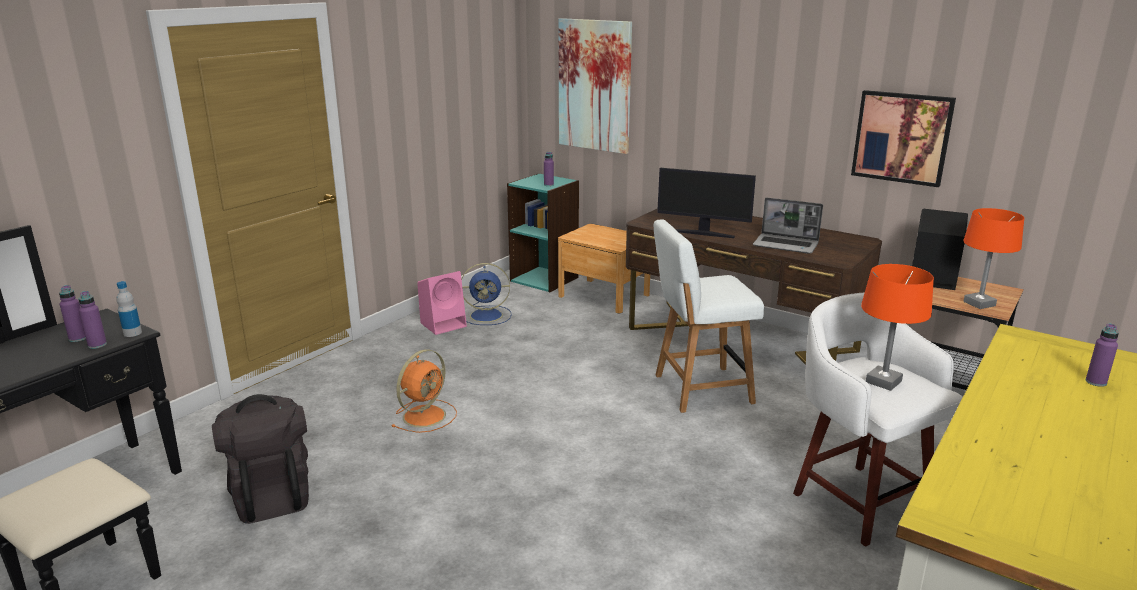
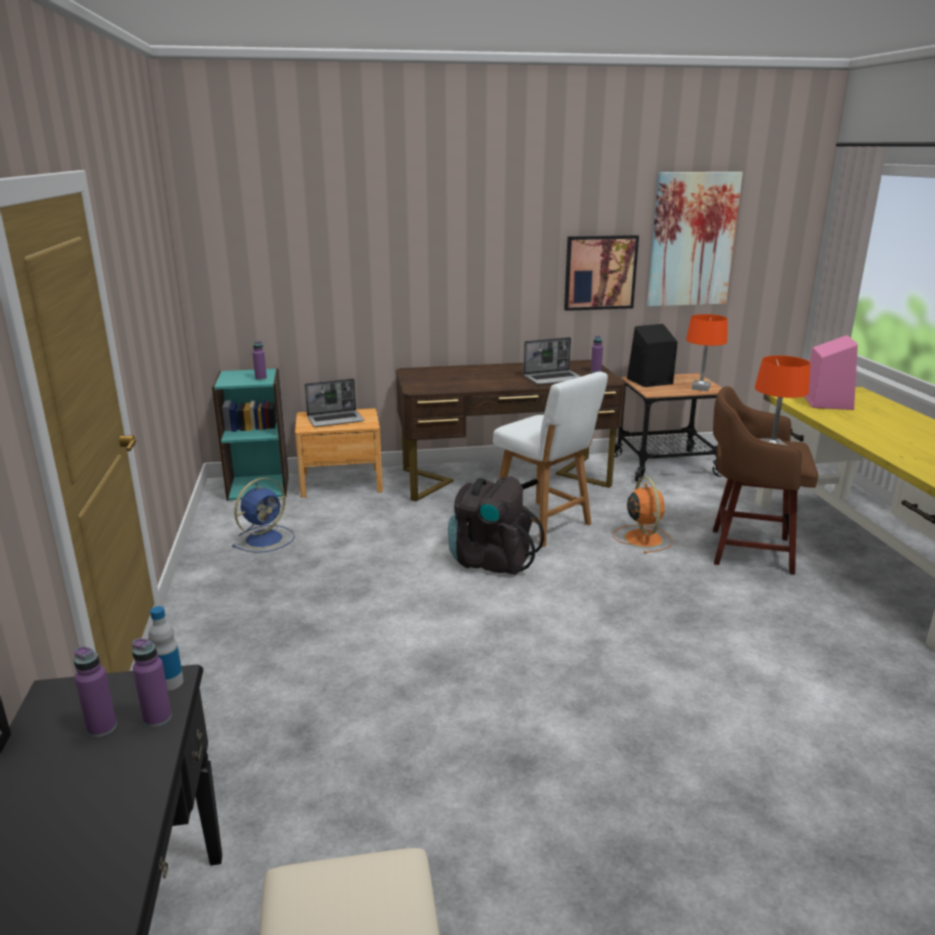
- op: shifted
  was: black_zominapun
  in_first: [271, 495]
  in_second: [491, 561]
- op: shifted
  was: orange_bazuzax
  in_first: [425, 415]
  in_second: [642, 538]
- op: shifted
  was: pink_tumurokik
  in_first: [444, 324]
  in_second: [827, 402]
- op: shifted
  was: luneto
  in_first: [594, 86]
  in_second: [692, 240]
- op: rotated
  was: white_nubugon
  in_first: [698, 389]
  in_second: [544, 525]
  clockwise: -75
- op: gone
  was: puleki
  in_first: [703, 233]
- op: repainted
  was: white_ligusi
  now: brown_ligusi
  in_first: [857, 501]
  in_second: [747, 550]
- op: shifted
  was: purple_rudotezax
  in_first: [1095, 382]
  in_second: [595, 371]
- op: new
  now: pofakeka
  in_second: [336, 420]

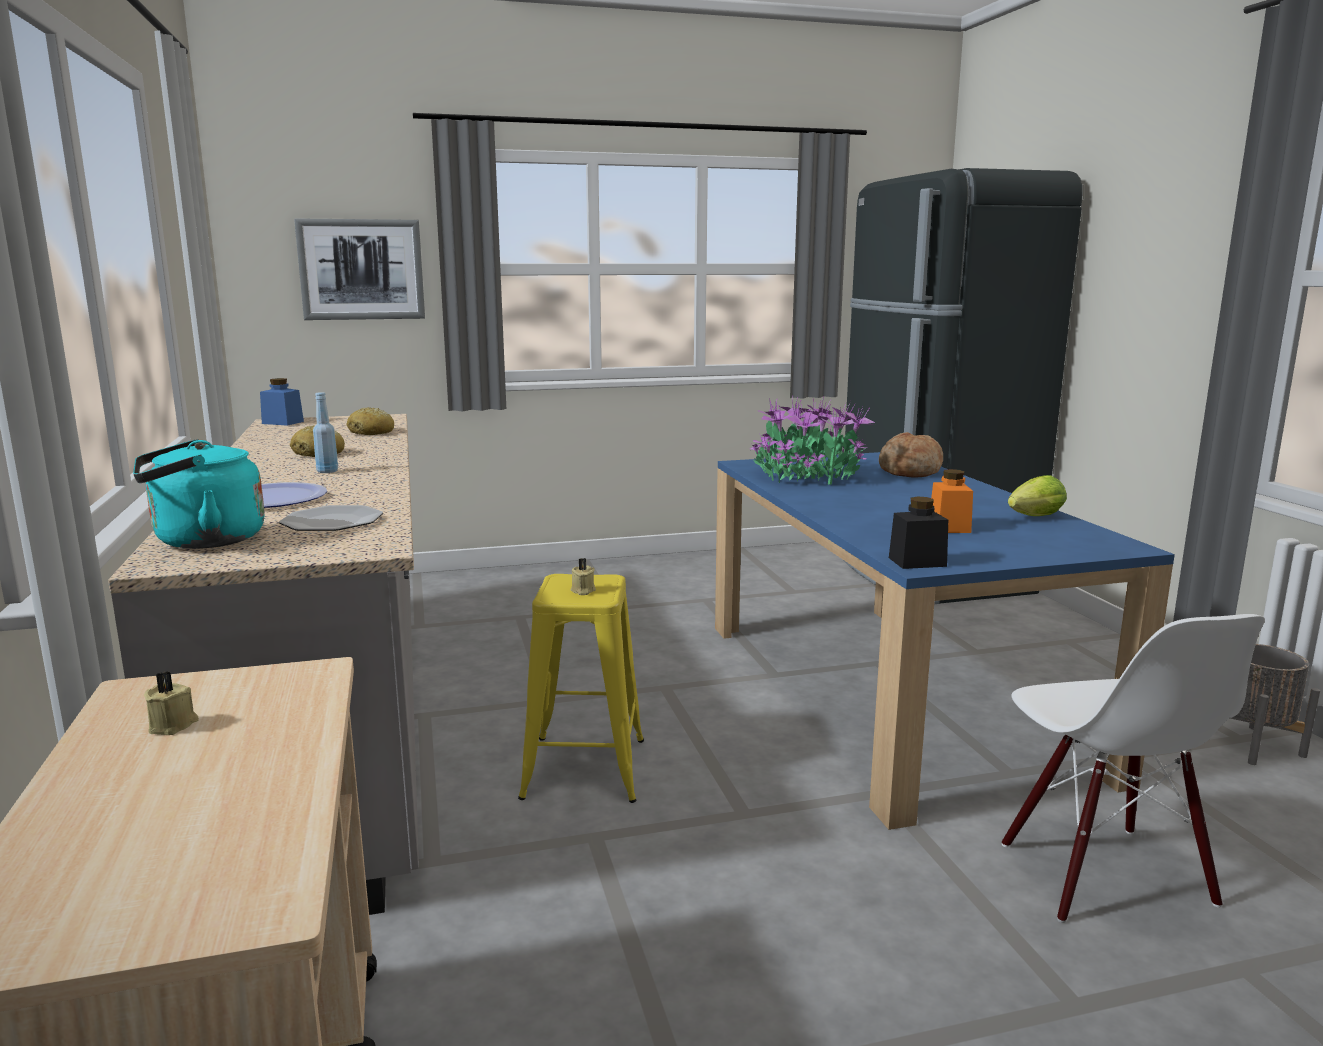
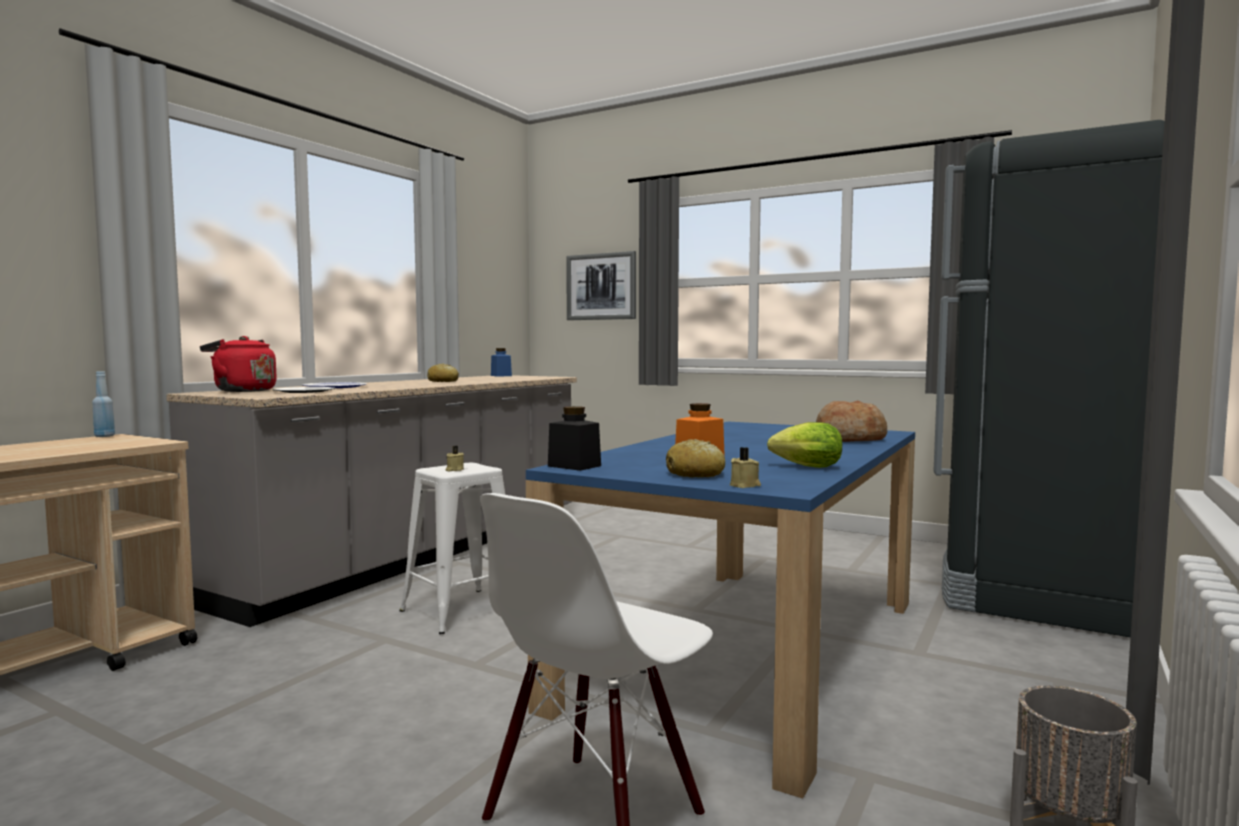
- op: repainted
  was: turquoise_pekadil
  now: red_pekadil
  in_first: [203, 541]
  in_second: [242, 391]
- op: shifted
  was: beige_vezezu
  in_first: [174, 725]
  in_second: [745, 485]
- op: shifted
  was: blue_rudotezax
  in_first: [327, 471]
  in_second: [104, 436]
- op: shifted
  was: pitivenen
  in_first: [371, 432]
  in_second: [695, 474]
- op: repainted
  was: yellow_ligusi
  now: white_ligusi
  in_first: [584, 768]
  in_second: [461, 611]
- op: gone
  was: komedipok
  in_first: [807, 477]

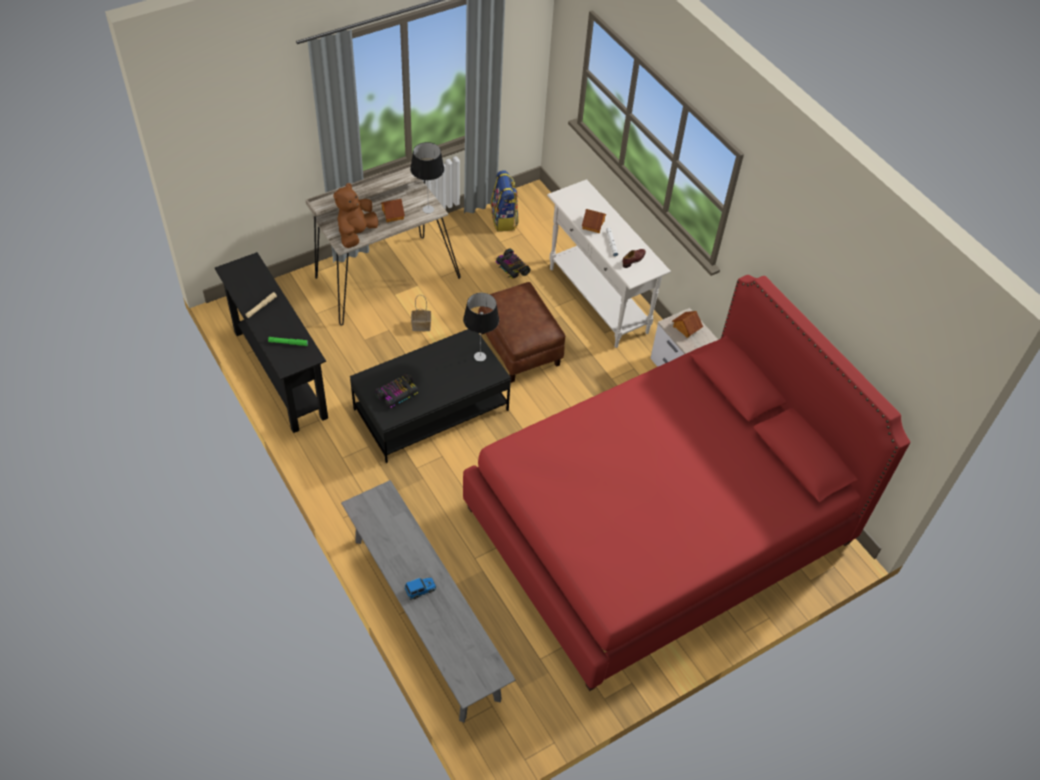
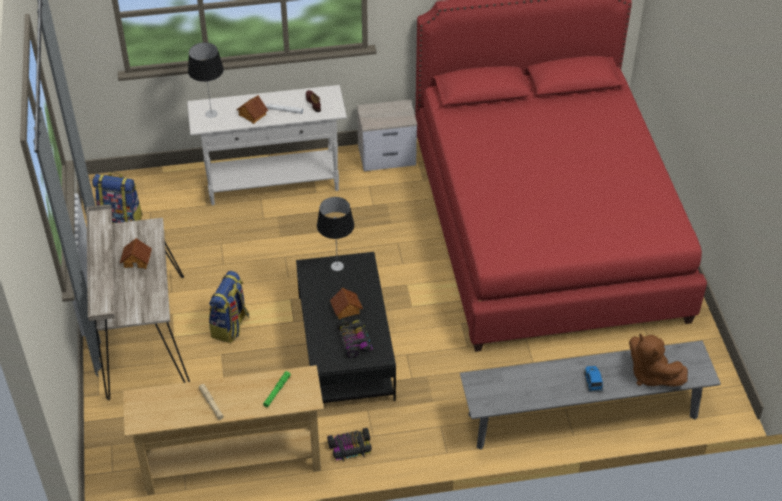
- op: repainted
  was: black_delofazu
  now: beige_delofazu
  in_first: [279, 374]
  in_second: [232, 465]
- op: shifted
  was: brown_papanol
  in_first: [356, 234]
  in_second: [650, 375]
- op: shifted
  was: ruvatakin
  in_first: [428, 209]
  in_second: [211, 113]
- op: swapped
  was: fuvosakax
  now: zominapun
  in_first: [420, 326]
  in_second: [230, 326]
- op: gone
  was: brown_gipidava
  in_first: [520, 348]
- op: shifted
  was: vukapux
  in_first: [511, 268]
  in_second: [350, 448]
- op: shifted
  was: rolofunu
  in_first: [686, 328]
  in_second: [346, 309]

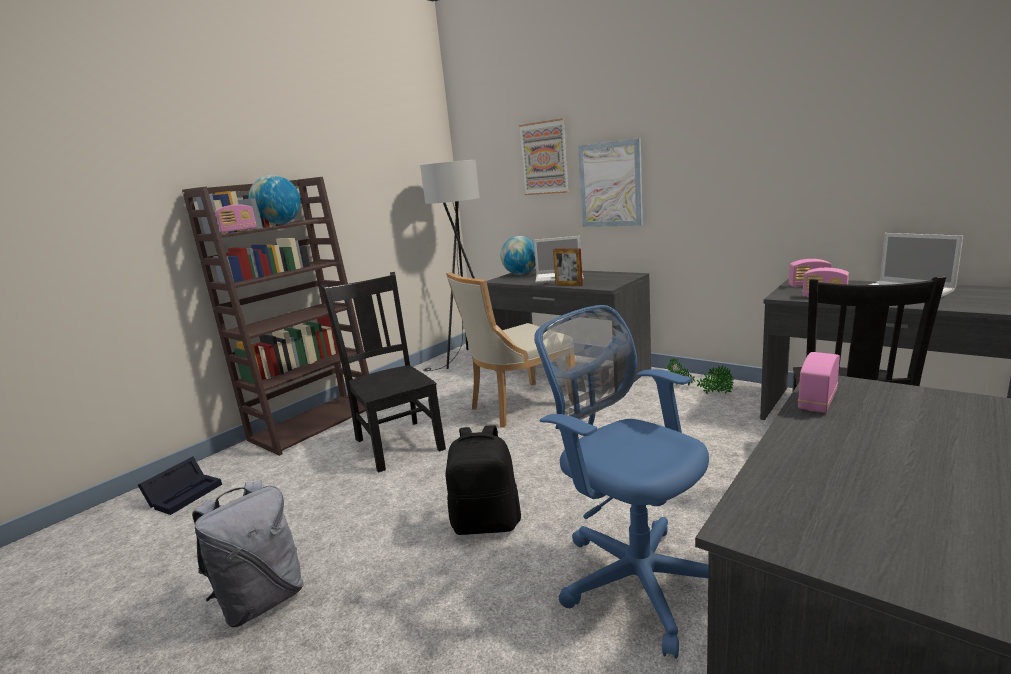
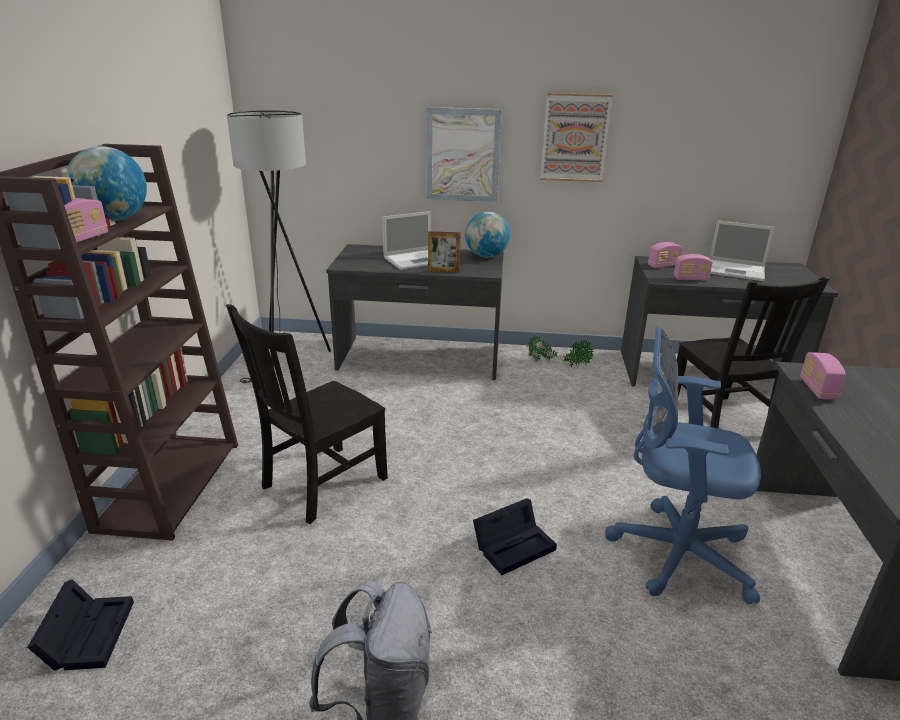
- op: rotated
  was: black_nubugon
  in_first: [398, 443]
  in_second: [321, 484]
  clockwise: -75
- op: gone
  was: beige_nubugon
  in_first: [518, 406]
- op: swapped
  was: black_zominapun
  now: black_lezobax
  in_first: [486, 522]
  in_second: [515, 545]
- op: shifted
  was: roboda
  in_first: [521, 274]
  in_second: [486, 256]
- op: shifted
  was: luneto
  in_first: [544, 158]
  in_second: [575, 138]

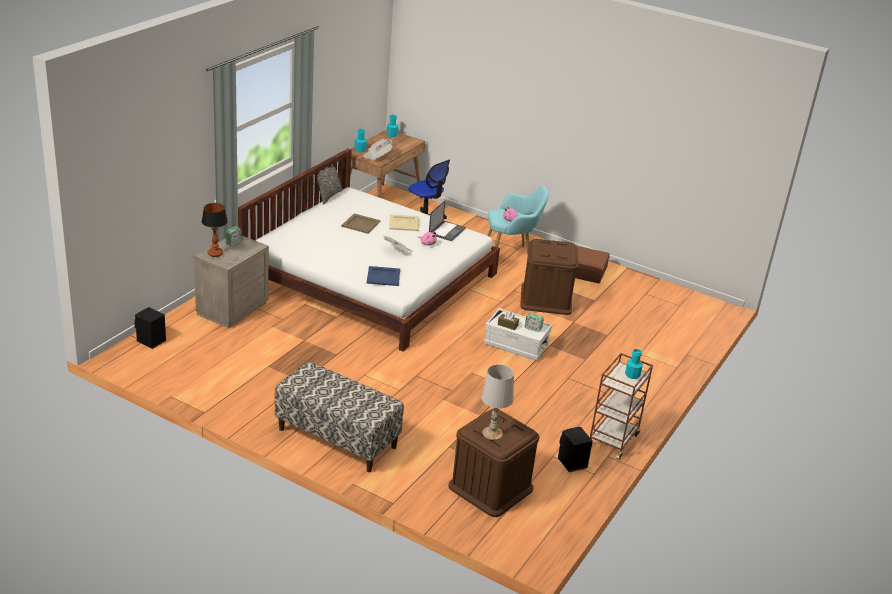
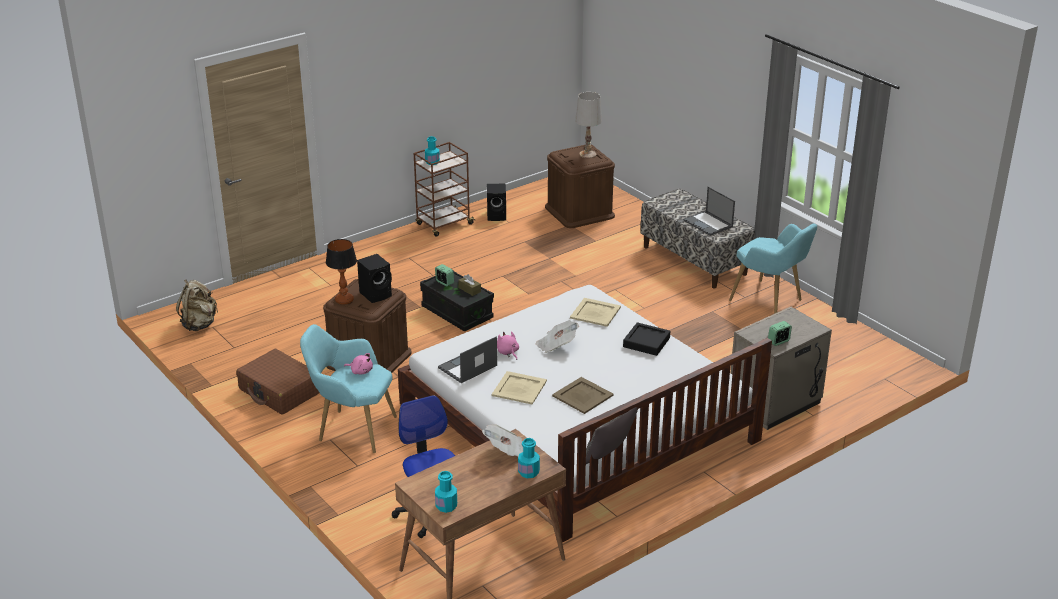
- op: shifted
  was: black_tumurokik
  in_first: [150, 341]
  in_second: [376, 294]
- op: shifted
  was: ruvatakin
  in_first: [215, 254]
  in_second: [344, 300]
- op: repainted
  was: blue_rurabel
  now: beige_rurabel
  in_first: [383, 276]
  in_second: [596, 312]
- op: repainted
  was: white_lezobax
  now: black_lezobax
  in_first: [516, 345]
  in_second: [457, 312]
- op: new
  now: beige_zominapun
  in_second: [199, 324]
- op: new
  now: black_rurabel
  in_second: [646, 342]
- op: new
  now: pofakeka
  in_second: [708, 224]
- op: new
  now: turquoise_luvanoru
  in_second: [770, 301]

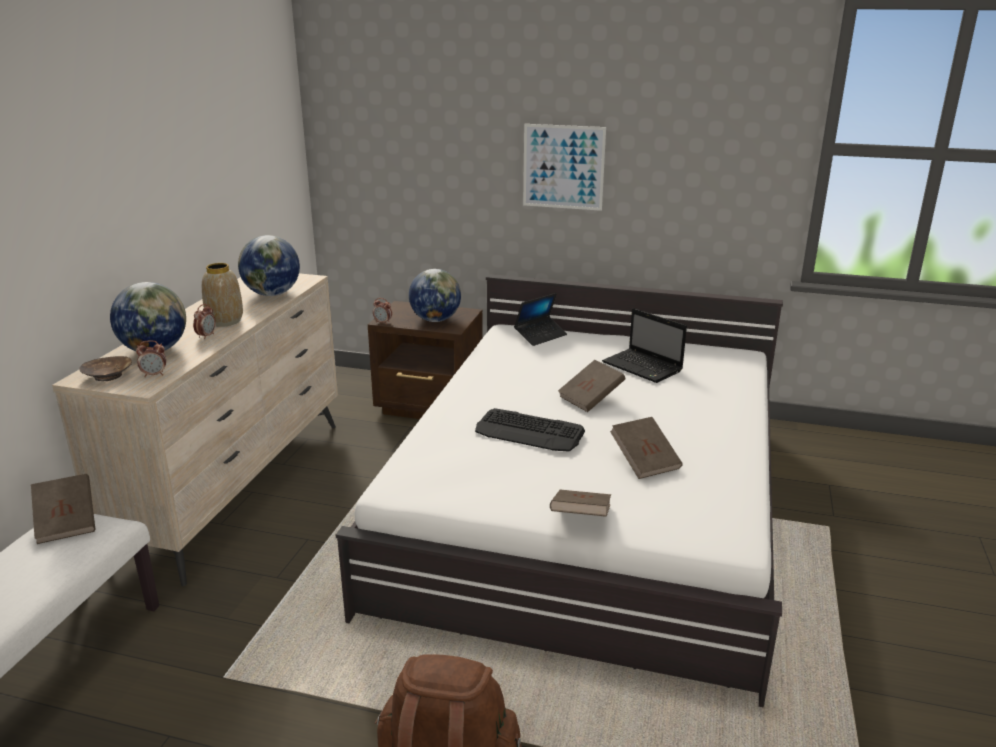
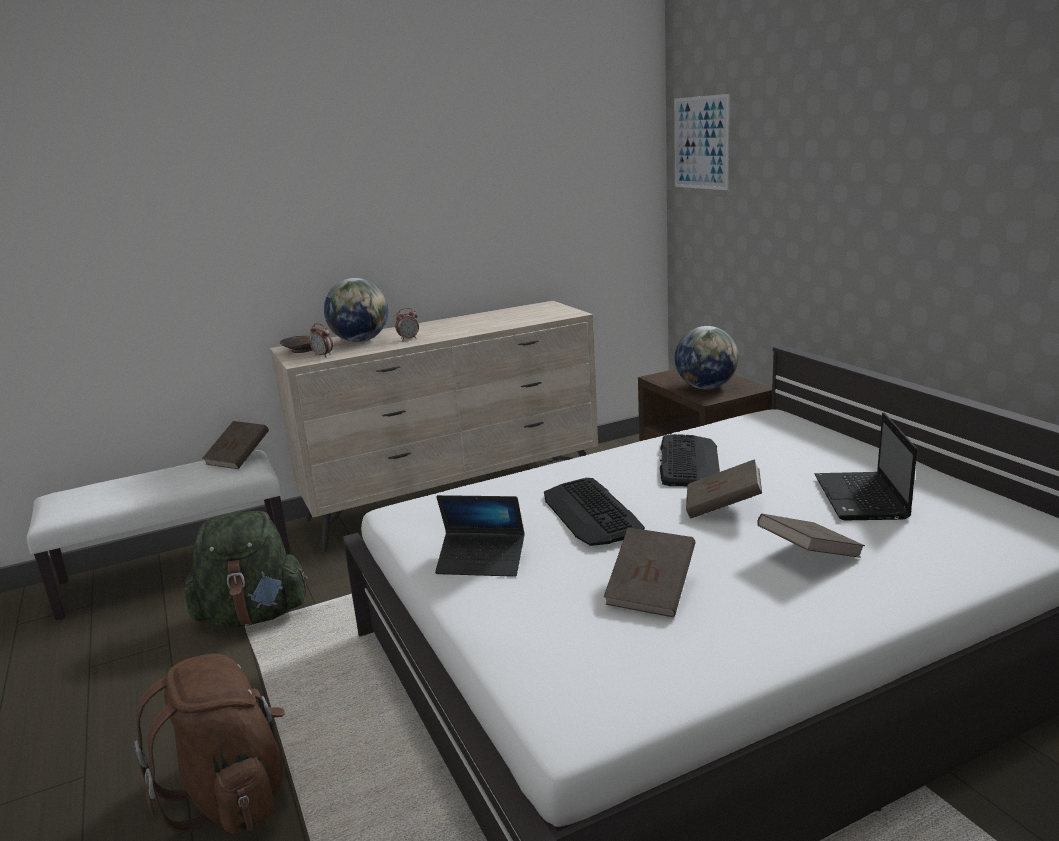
- op: gone
  was: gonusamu
  in_first: [225, 321]
- op: gone
  was: roboda
  in_first: [272, 294]
- op: gone
  was: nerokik
  in_first: [383, 322]
- op: shifted
  was: pofakeka
  in_first: [540, 335]
  in_second: [481, 562]
- op: shifted
  was: luneto
  in_first: [563, 167]
  in_second: [701, 143]
- op: shifted
  was: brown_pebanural
  in_first: [580, 518]
  in_second: [808, 555]
- op: new
  now: green_zominapun
  in_second: [253, 615]
- op: new
  now: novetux
  in_second: [688, 461]

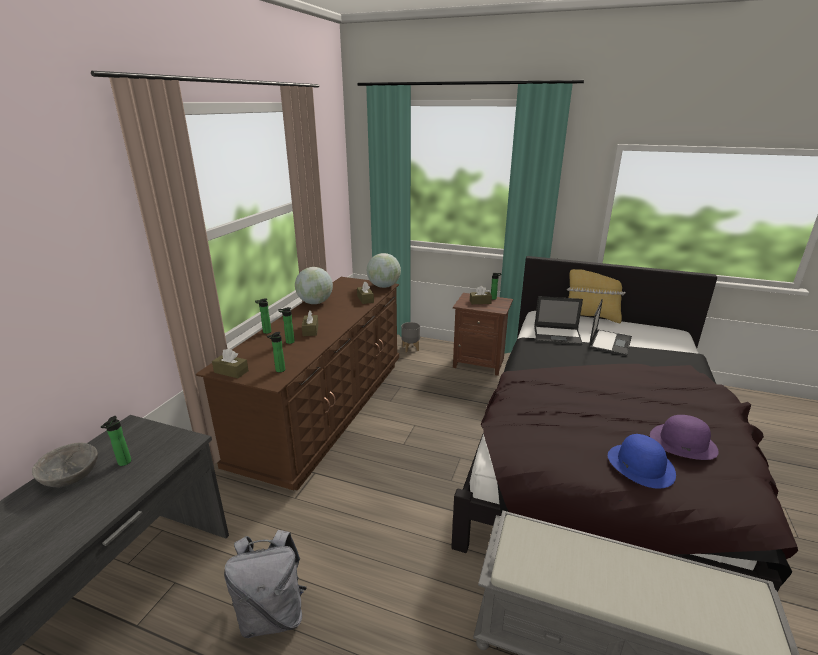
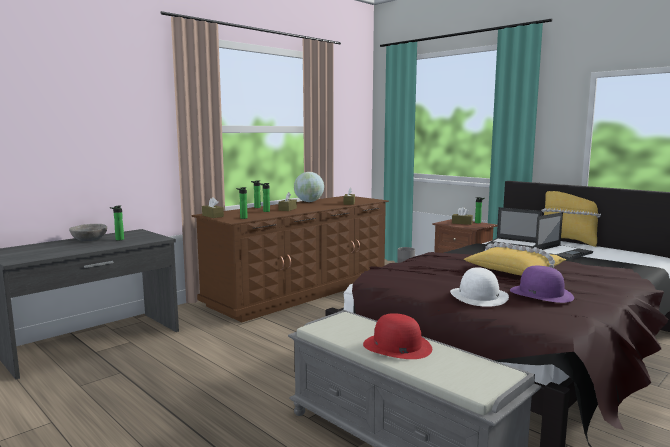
- op: gone
  was: grey_zominapun
  in_first: [273, 614]
- op: gone
  was: roboda
  in_first: [384, 286]
- op: repainted
  was: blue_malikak
  now: white_malikak
  in_first: [641, 465]
  in_second: [479, 296]
- op: new
  now: red_malikak
  in_second: [397, 346]
- op: new
  now: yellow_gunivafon
  in_second: [515, 269]

